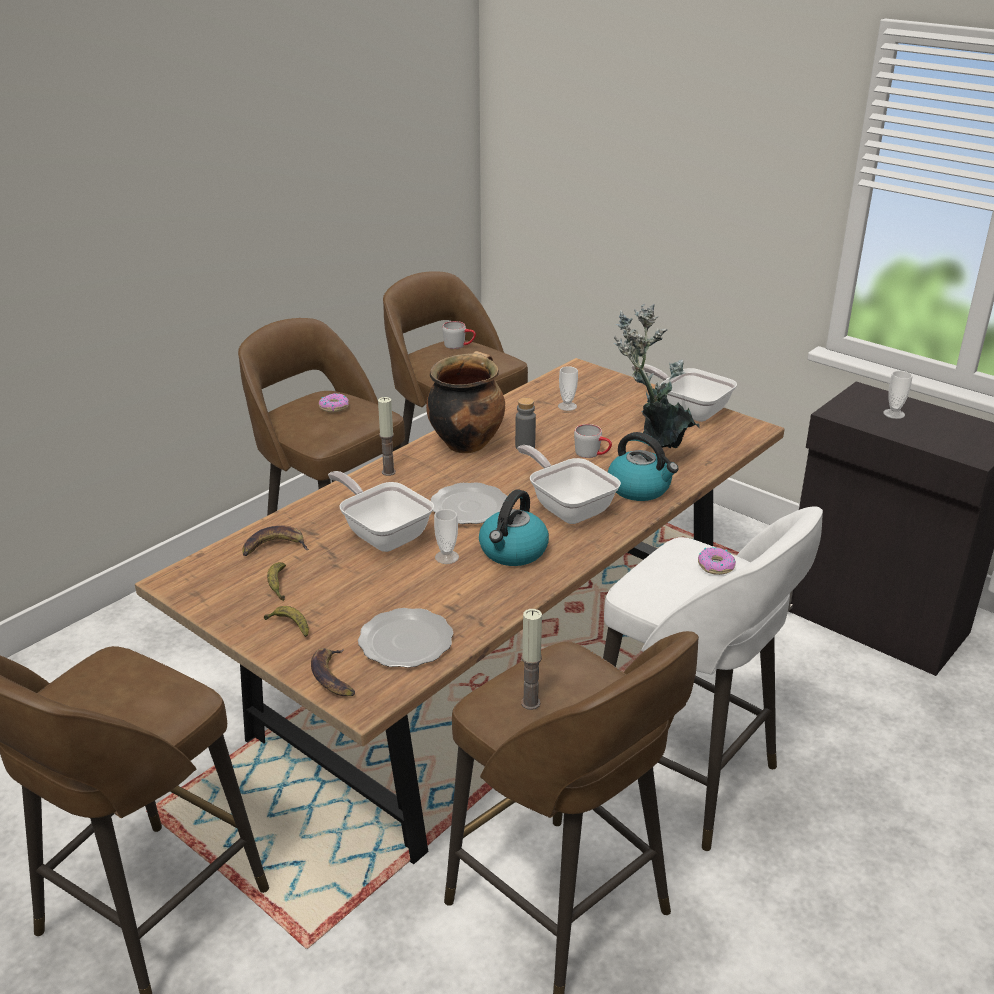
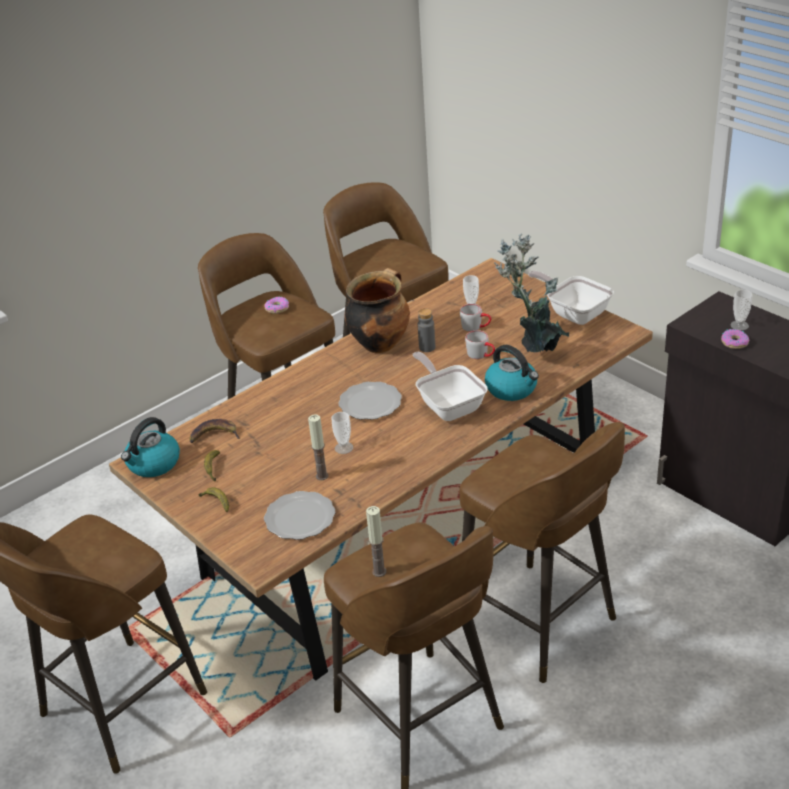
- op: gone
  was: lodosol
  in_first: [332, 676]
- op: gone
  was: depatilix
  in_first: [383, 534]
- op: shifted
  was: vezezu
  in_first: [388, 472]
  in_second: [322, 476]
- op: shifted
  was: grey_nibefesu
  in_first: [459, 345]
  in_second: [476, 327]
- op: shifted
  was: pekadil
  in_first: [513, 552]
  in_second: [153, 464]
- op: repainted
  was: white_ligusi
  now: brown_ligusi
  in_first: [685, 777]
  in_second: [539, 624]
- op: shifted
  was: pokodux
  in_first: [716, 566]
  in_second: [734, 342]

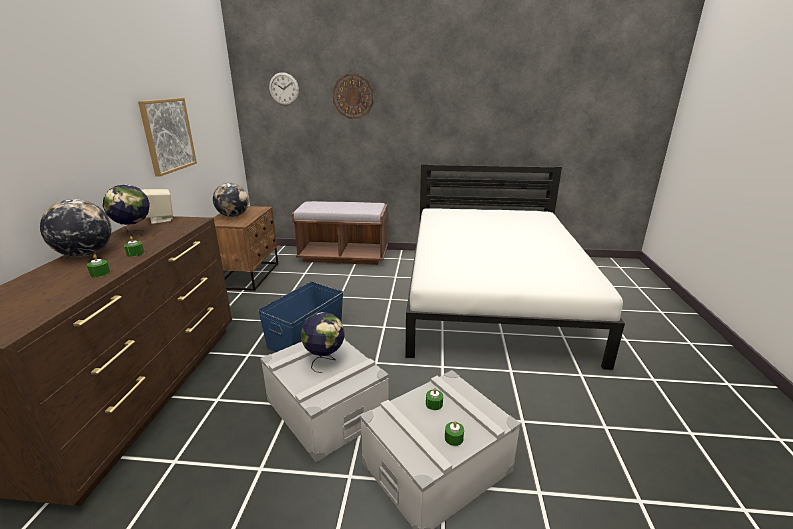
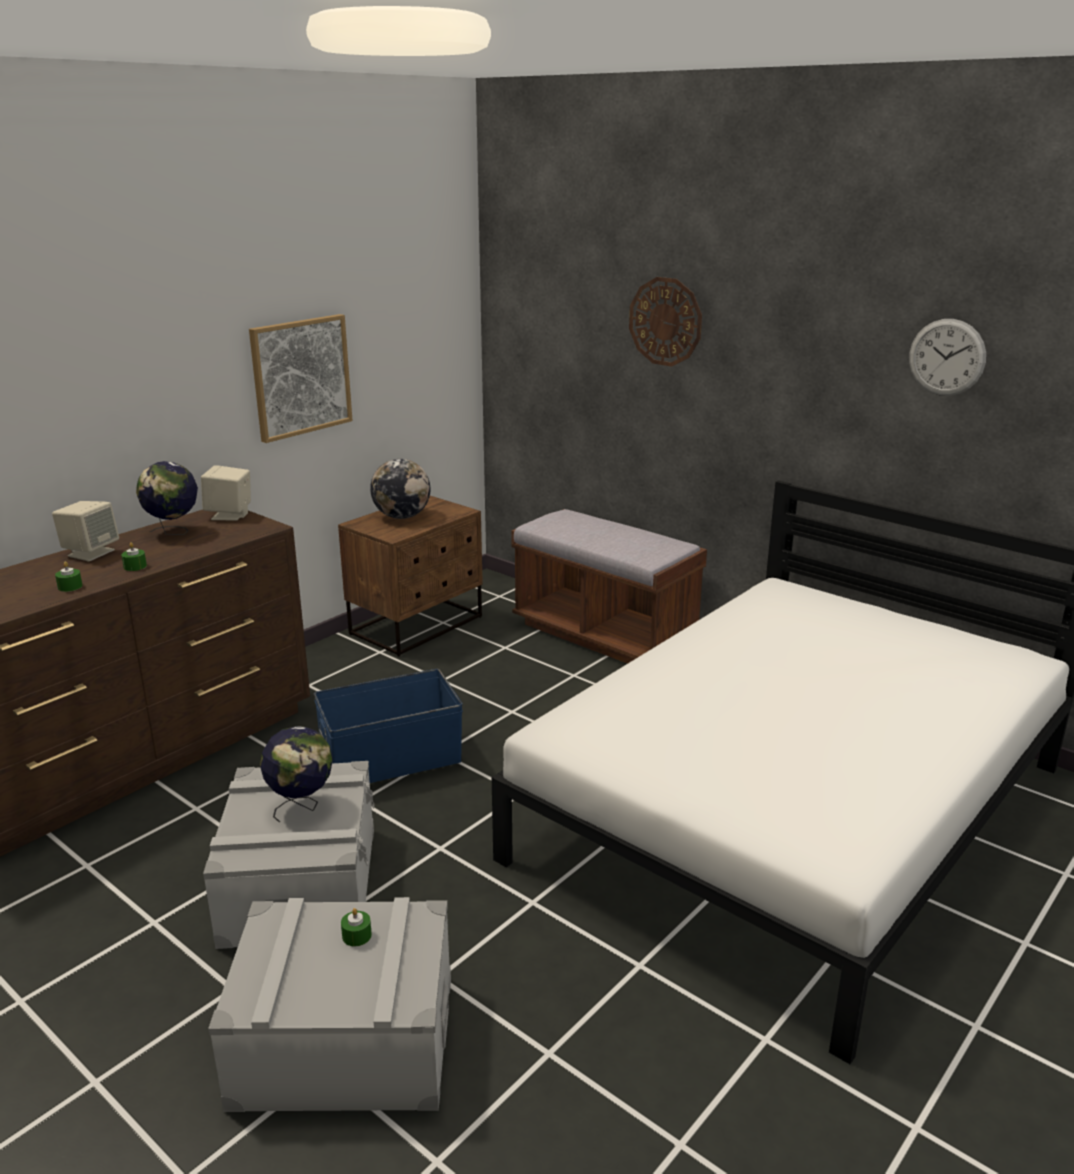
- op: swapped
  was: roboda
  now: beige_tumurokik
  in_first: [85, 254]
  in_second: [91, 553]
- op: shifted
  was: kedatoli
  in_first: [284, 89]
  in_second: [946, 357]
- op: gone
  was: green_vezezu
  in_first: [454, 438]

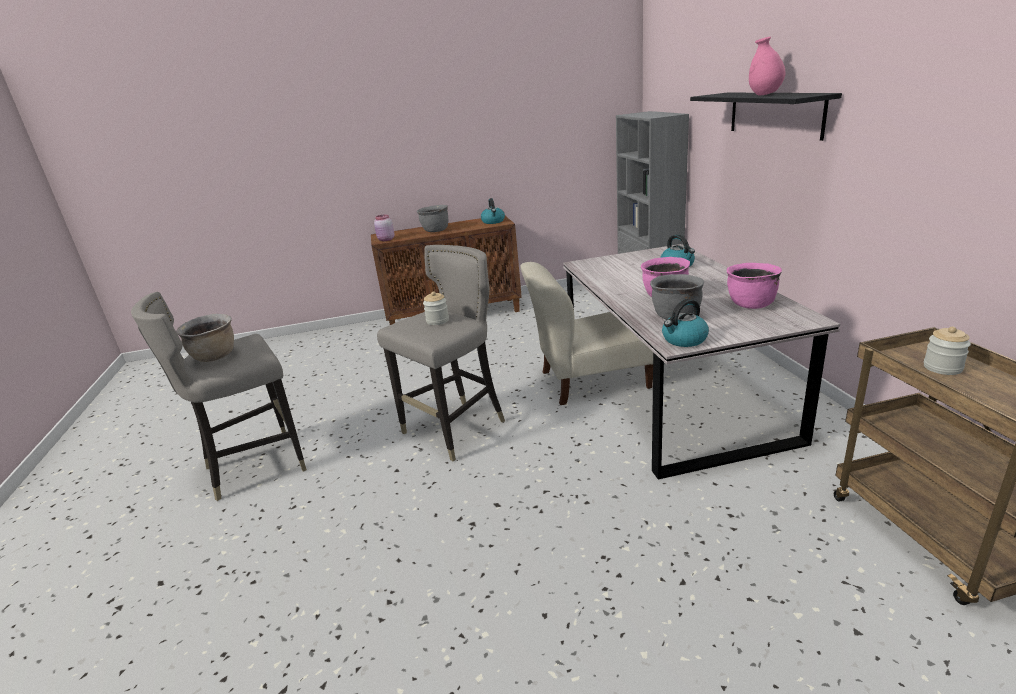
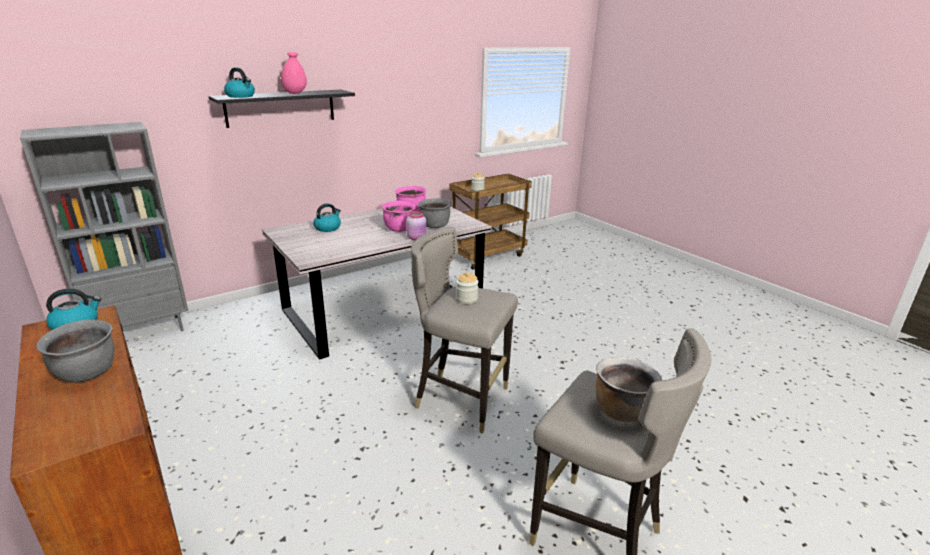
- op: shifted
  was: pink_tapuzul
  in_first: [386, 240]
  in_second: [417, 238]
- op: gone
  was: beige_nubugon
  in_first: [589, 381]
- op: shifted
  was: pekadil
  in_first: [684, 340]
  in_second: [241, 96]

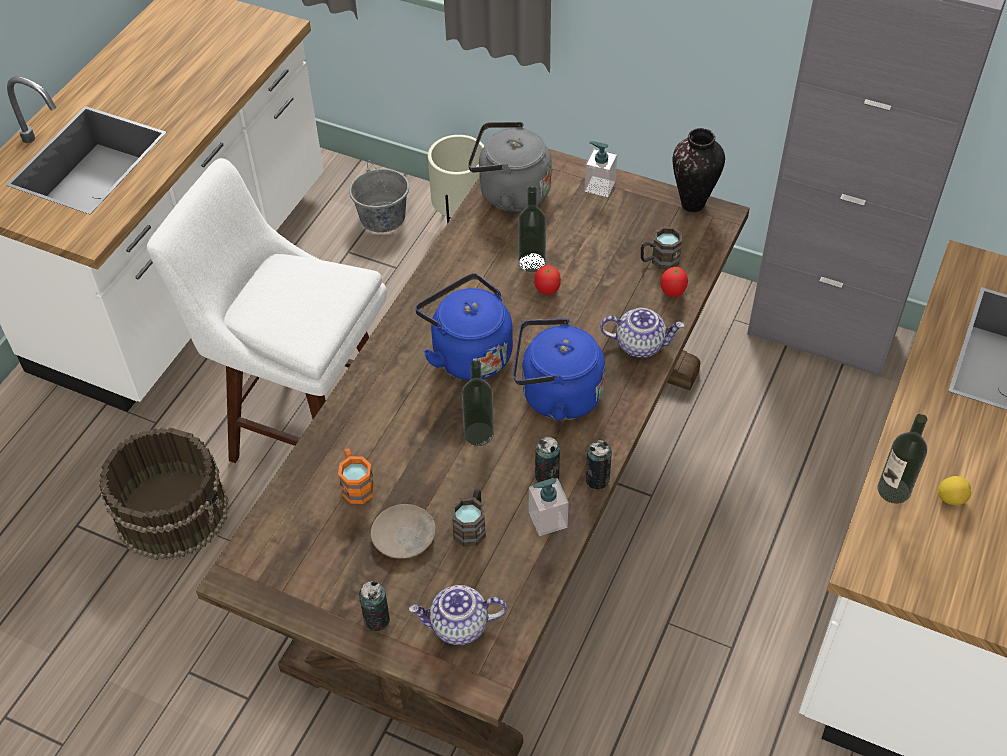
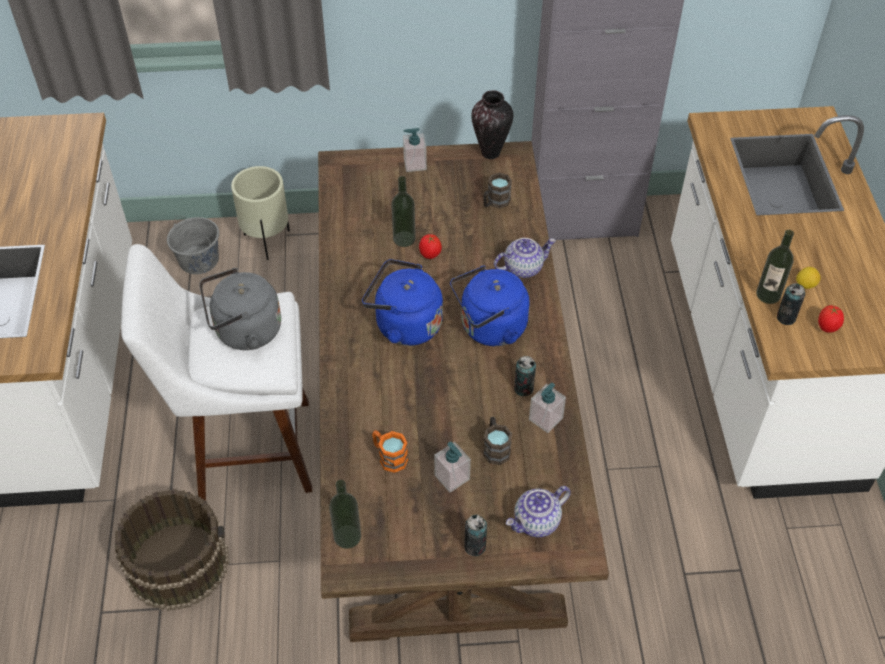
- op: swapped
  was: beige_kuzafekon
  now: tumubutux
  in_first: [404, 536]
  in_second: [452, 477]
- op: shifted
  was: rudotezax
  in_first: [479, 434]
  in_second: [347, 536]
- op: shifted
  was: grey_pekadil
  in_first: [509, 193]
  in_second: [244, 332]
- op: shifted
  was: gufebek
  in_first: [597, 479]
  in_second: [786, 317]
- op: shifted
  was: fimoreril
  in_first: [673, 292]
  in_second: [827, 328]

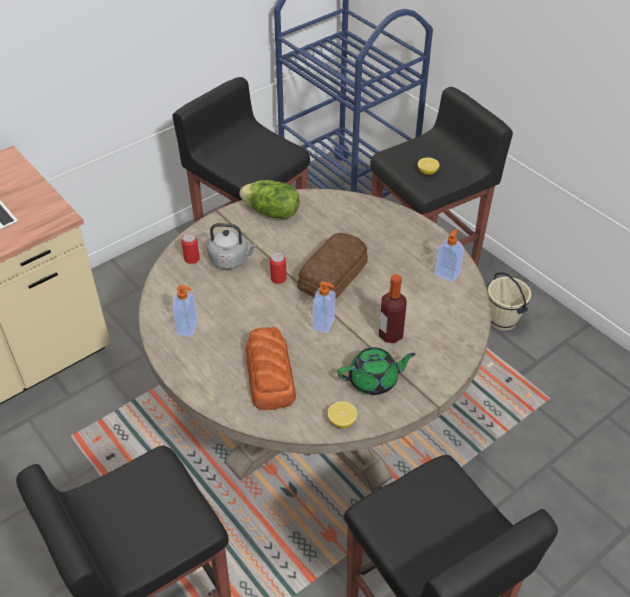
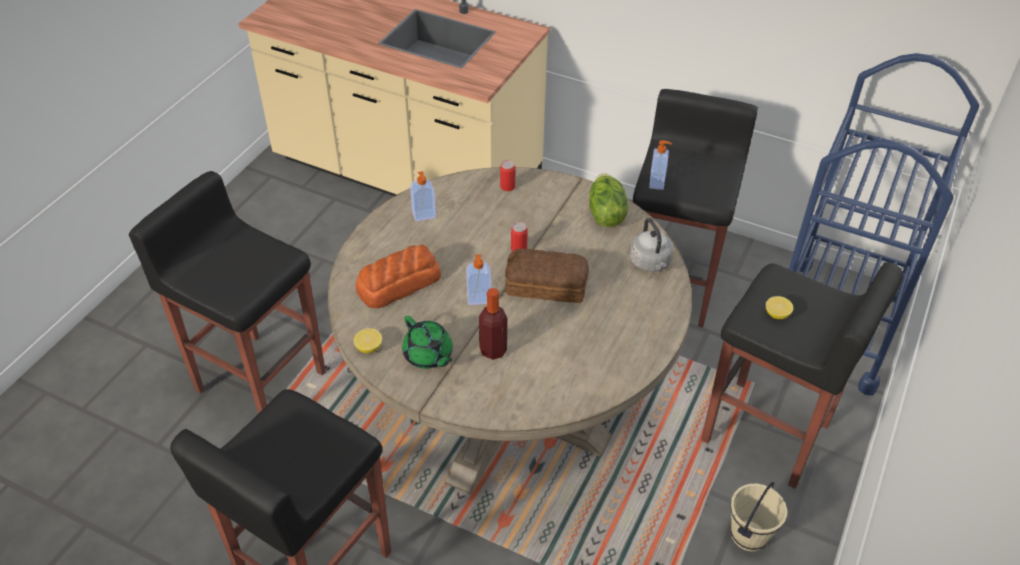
- op: shifted
  was: grey_pekadil
  in_first: [231, 260]
  in_second: [651, 263]
- op: shifted
  was: tumubutux
  in_first: [447, 274]
  in_second: [657, 183]

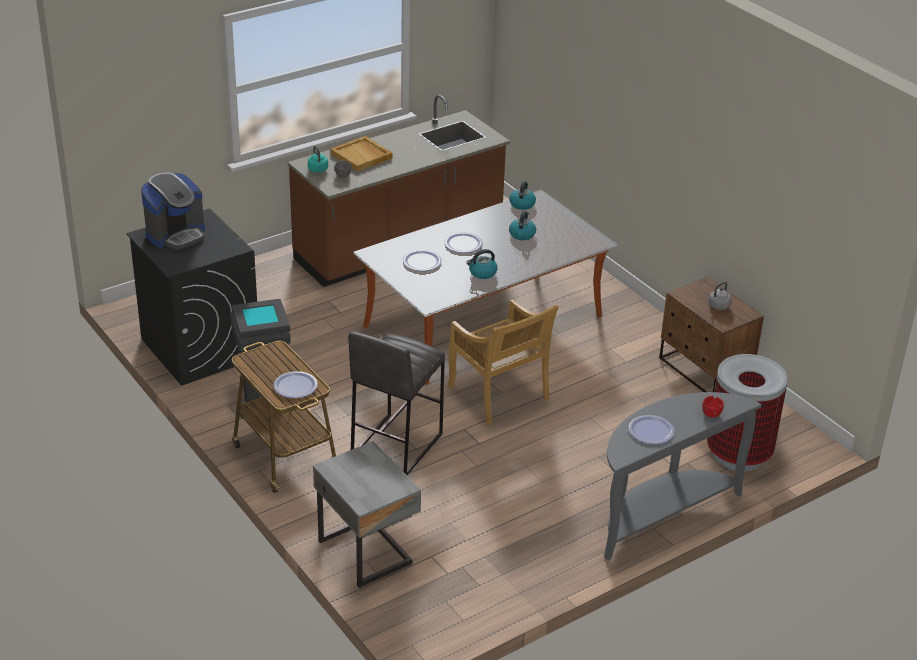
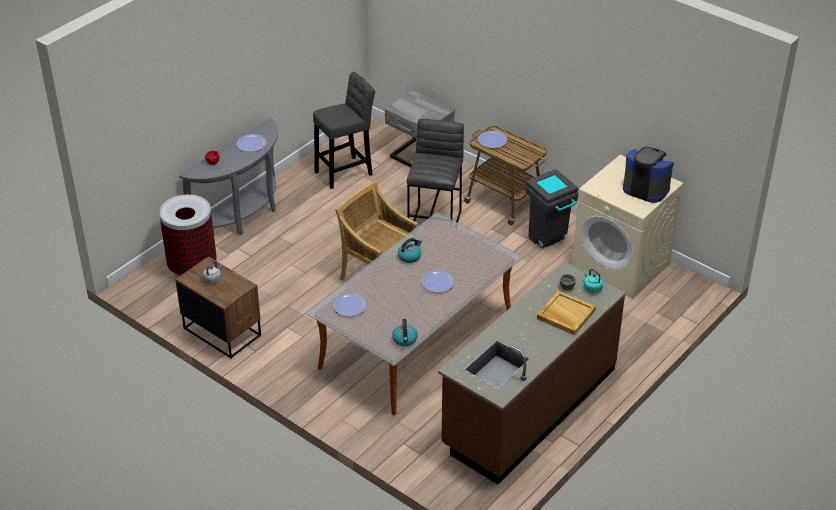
- op: repainted
  was: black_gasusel
  now: beige_gasusel
  in_first: [199, 348]
  in_second: [621, 266]
- op: rotated
  was: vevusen
  in_first: [176, 234]
  in_second: [646, 188]
  clockwise: 90
- op: shifted
  was: kuzafekon
  in_first: [422, 261]
  in_second: [350, 305]
- op: gone
  was: pekadil
  in_first: [522, 234]
- op: new
  now: grey_ligusi
  in_second: [346, 172]

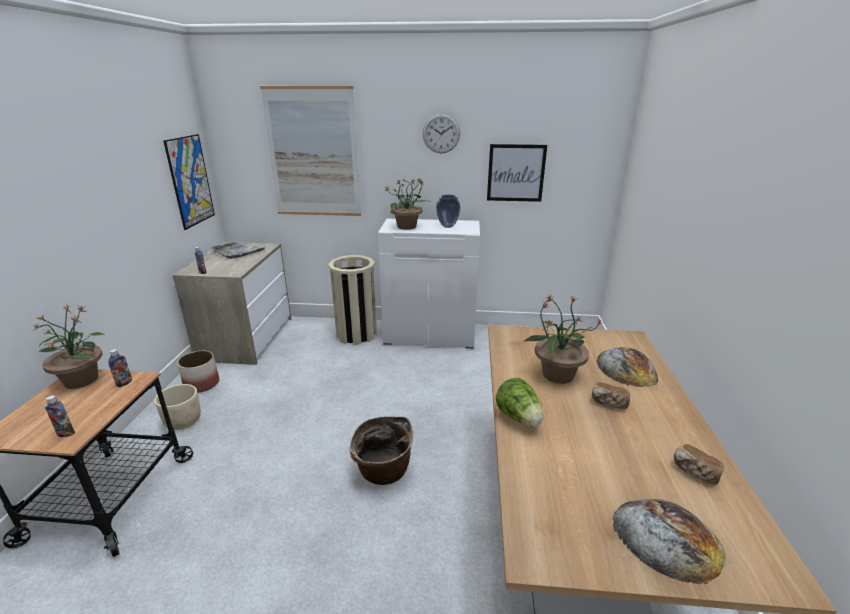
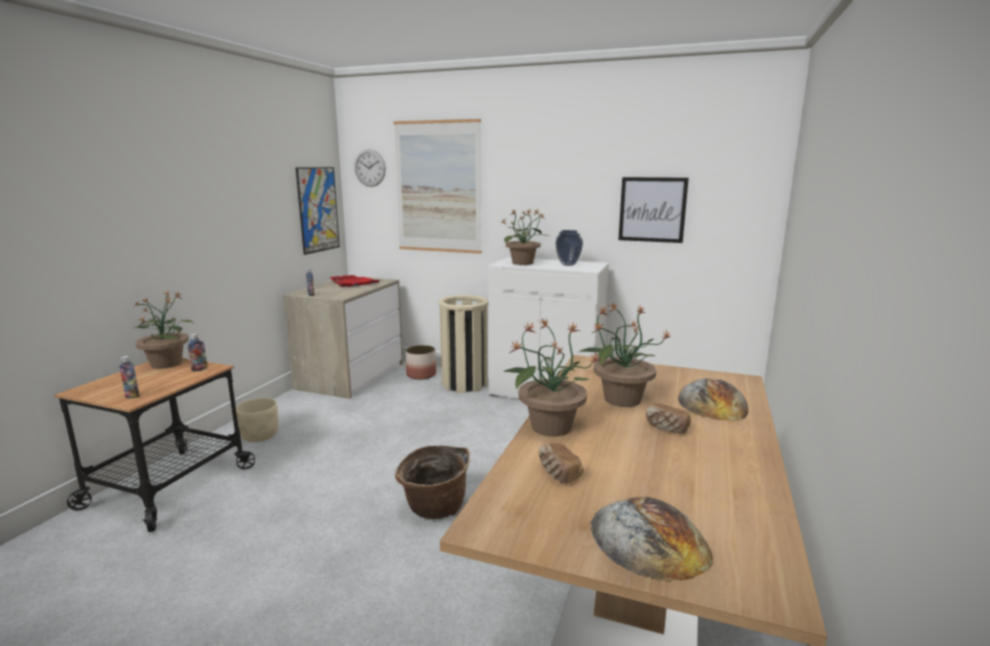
- op: shifted
  was: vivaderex
  in_first: [202, 384]
  in_second: [421, 375]
- op: repainted
  was: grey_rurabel
  now: red_rurabel
  in_first: [238, 251]
  in_second: [354, 283]
- op: shifted
  was: kedatoli
  in_first: [441, 133]
  in_second: [370, 168]
- op: swapped
  was: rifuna
  now: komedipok
  in_first: [519, 418]
  in_second: [550, 426]
- op: shifted
  was: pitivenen
  in_first: [695, 472]
  in_second: [558, 473]

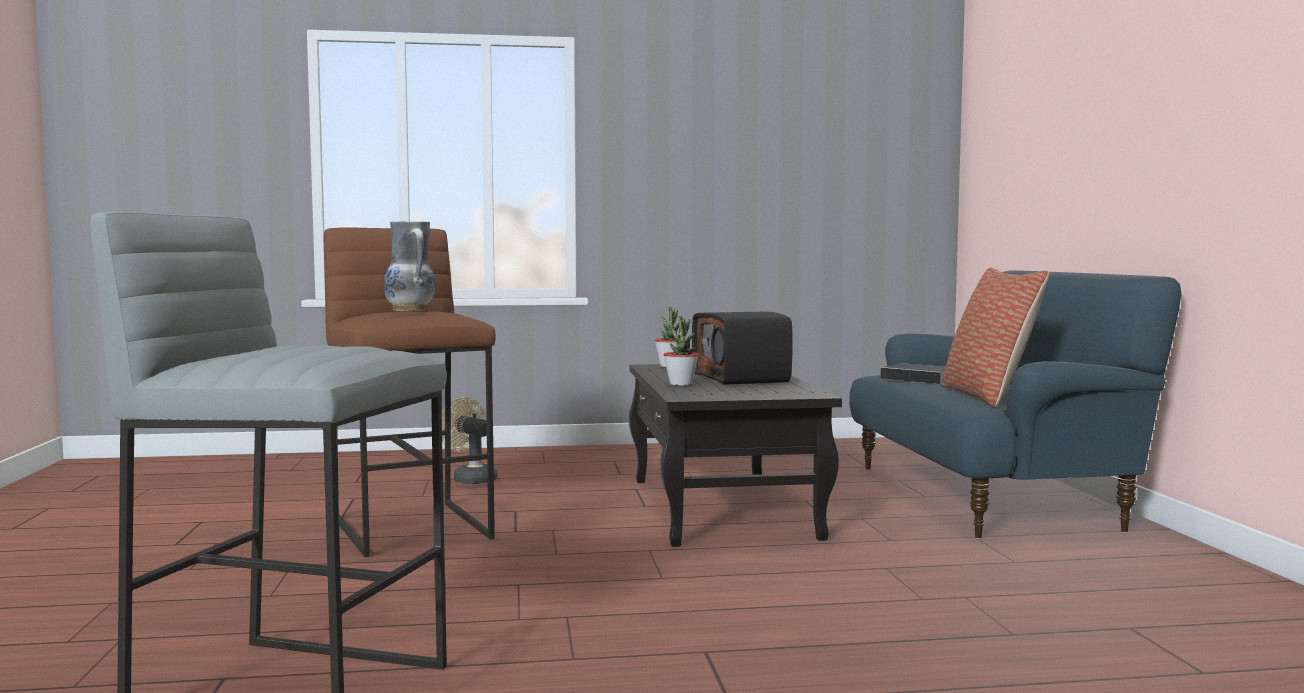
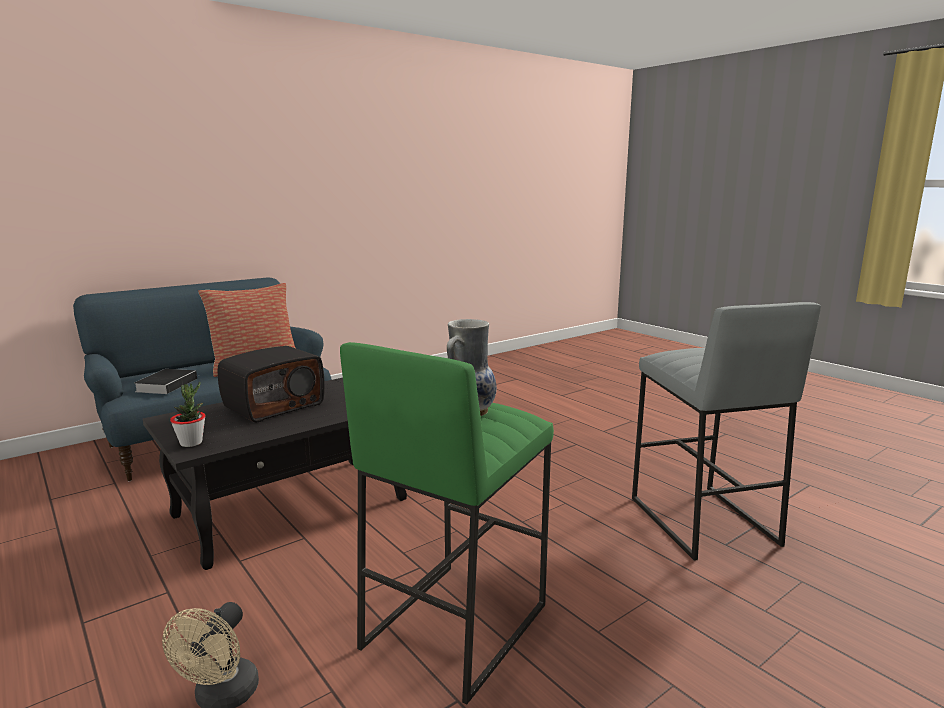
- op: repainted
  was: brown_ligusi
  now: green_ligusi
  in_first: [413, 527]
  in_second: [454, 624]
- op: gone
  was: komedipok
  in_first: [681, 384]

